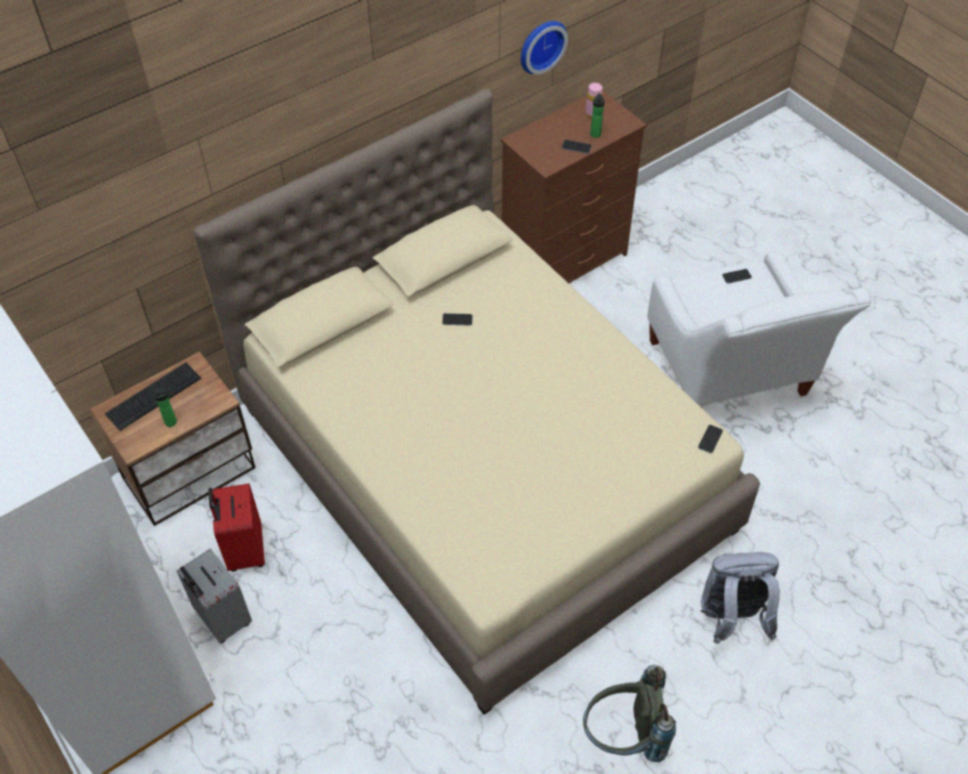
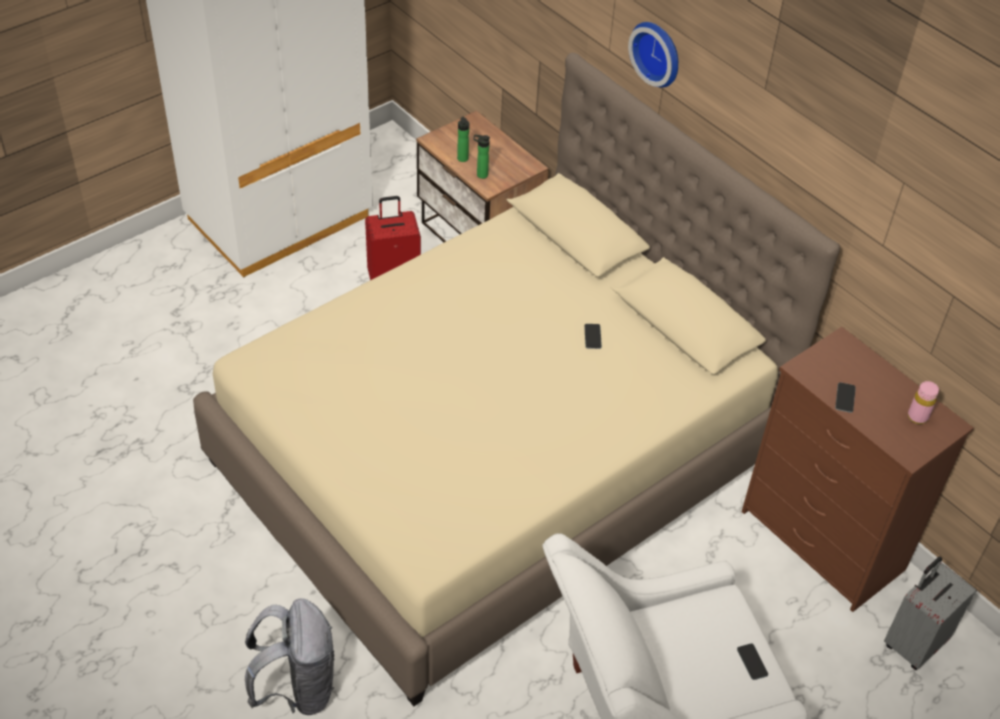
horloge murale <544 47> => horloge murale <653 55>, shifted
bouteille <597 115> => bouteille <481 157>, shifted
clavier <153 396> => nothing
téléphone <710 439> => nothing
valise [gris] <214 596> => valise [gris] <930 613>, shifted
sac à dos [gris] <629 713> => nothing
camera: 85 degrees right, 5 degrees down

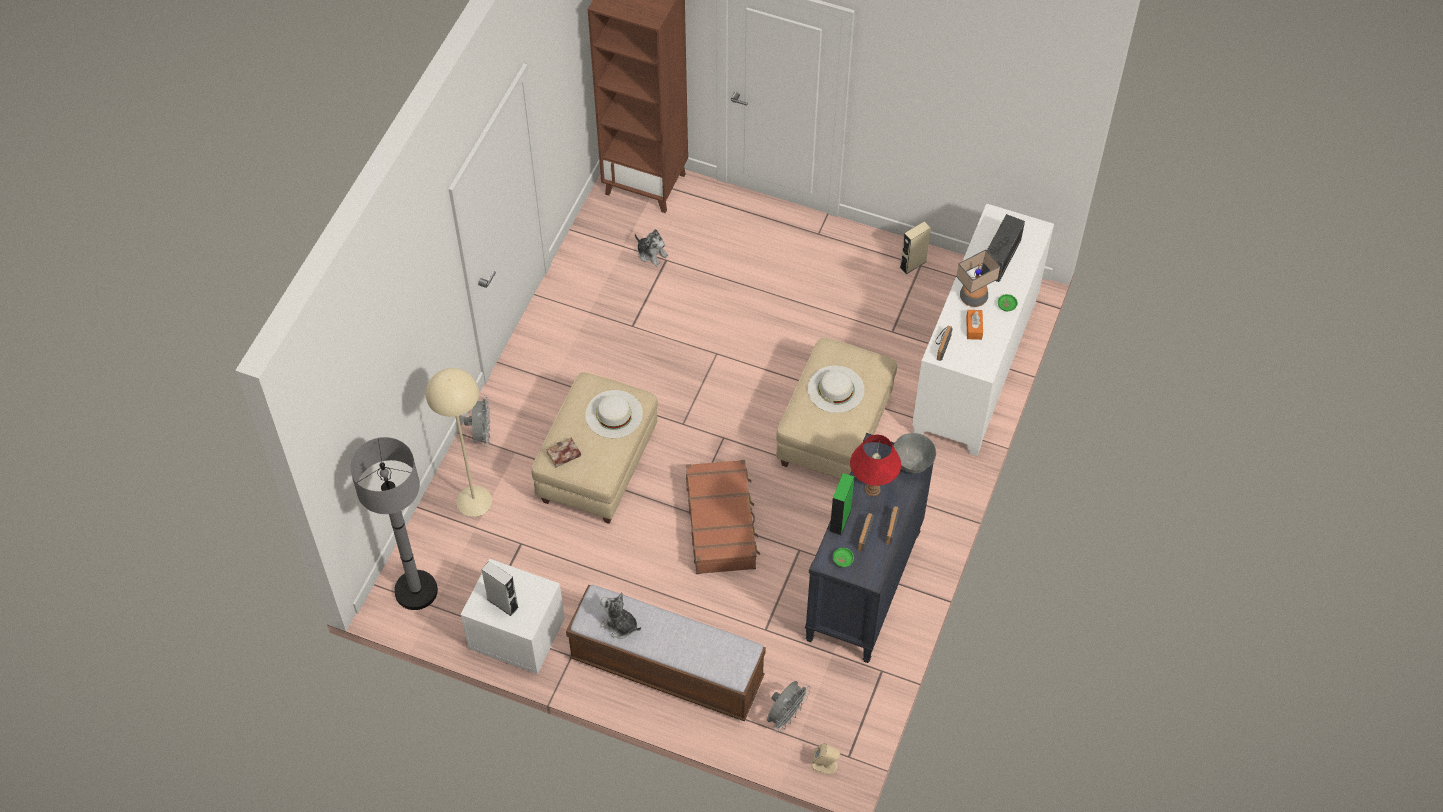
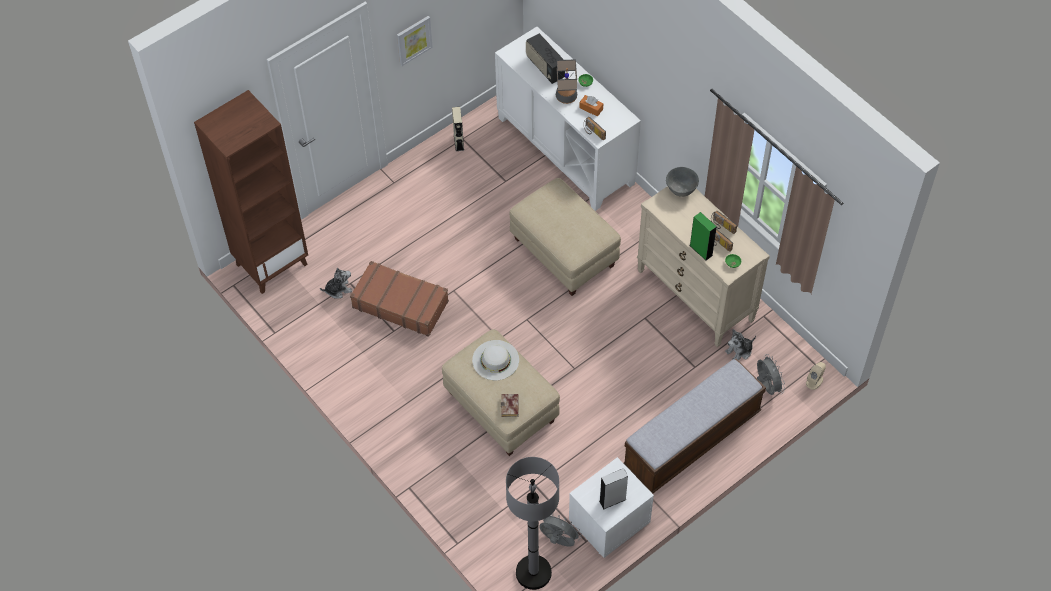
chapeau [blanc] <836 389> => nothing
lampadaire [beige] <459 442> => nothing
ventilateur [gris] <477 421> => ventilateur [gris] <560 530>, shifted
commode [noir] <869 548> => commode [beige] <703 266>
lampe de table [rouge] <875 465> => nothing
valise [marron] <723 517> => valise [marron] <399 299>, shifted
peluche <620 615> => peluche <740 344>, shifted
nothing => tableau <415 41>
camera: 60 degrees left, 0 degrees up

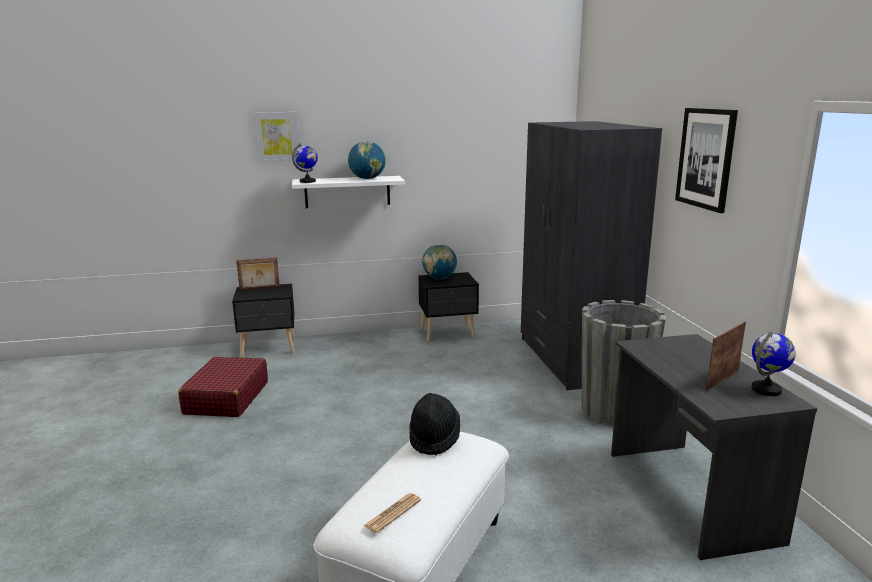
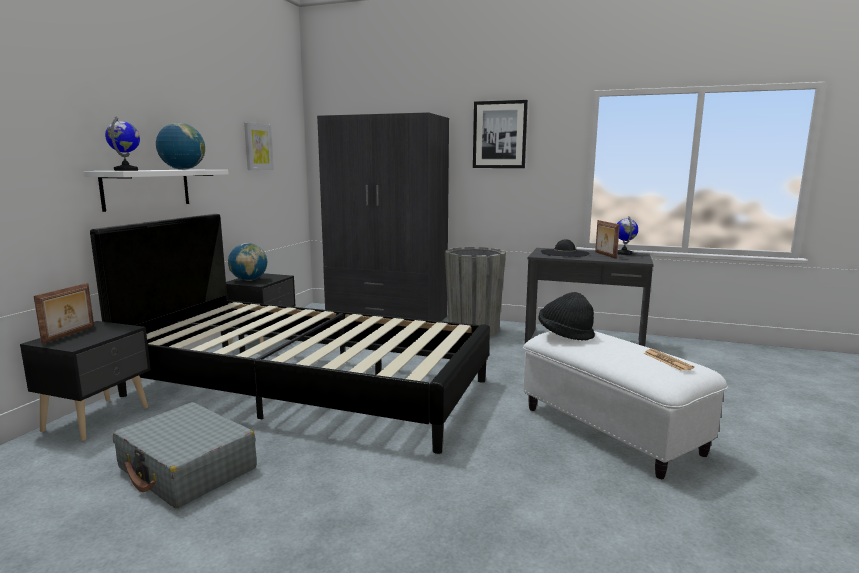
tableau <276 137> => tableau <259 146>, shifted
valise [rouge] <223 387> => valise [gris] <185 455>
nothing => lit [noir] <290 334>
nothing => chapeau [noir] <565 248>
camera: 60 degrees left, 5 degrees down

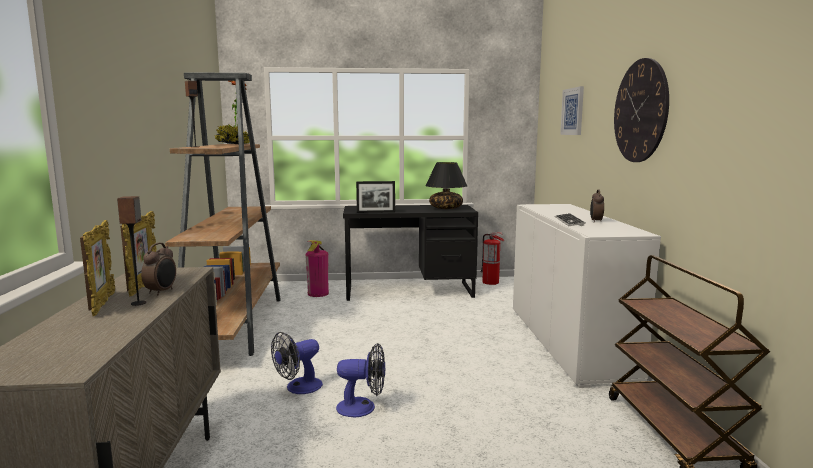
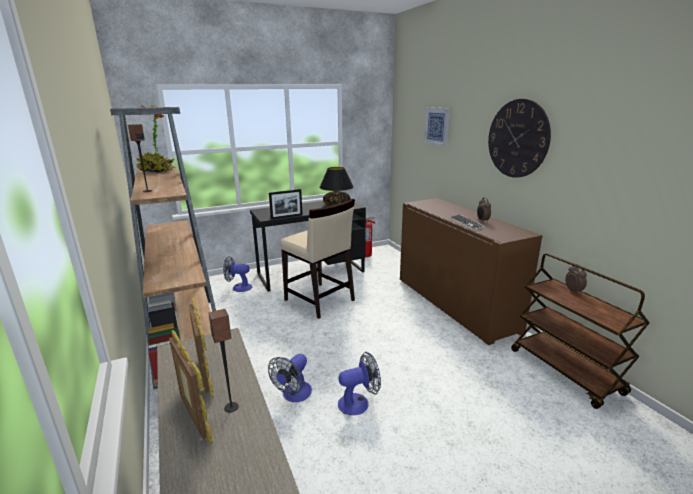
meuble de rangement [blanc] <587 296> => meuble de rangement [marron] <471 271>
extincteur <317 268> => ventilateur <237 274>
réveil <158 269> => réveil <576 279>, shifted
nothing => chaise [beige] <317 259>
camera: 20 degrees left, 10 degrees up

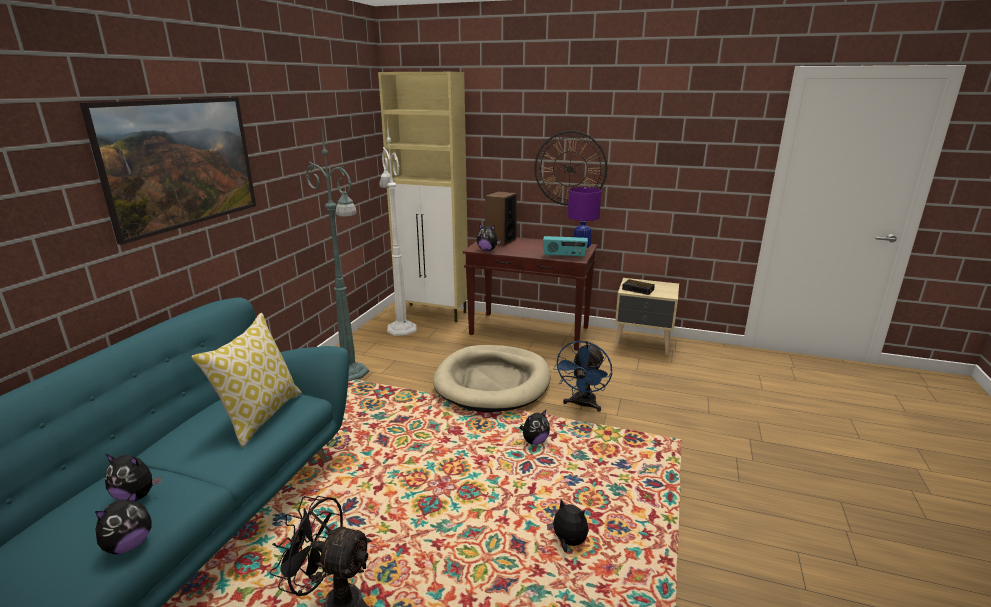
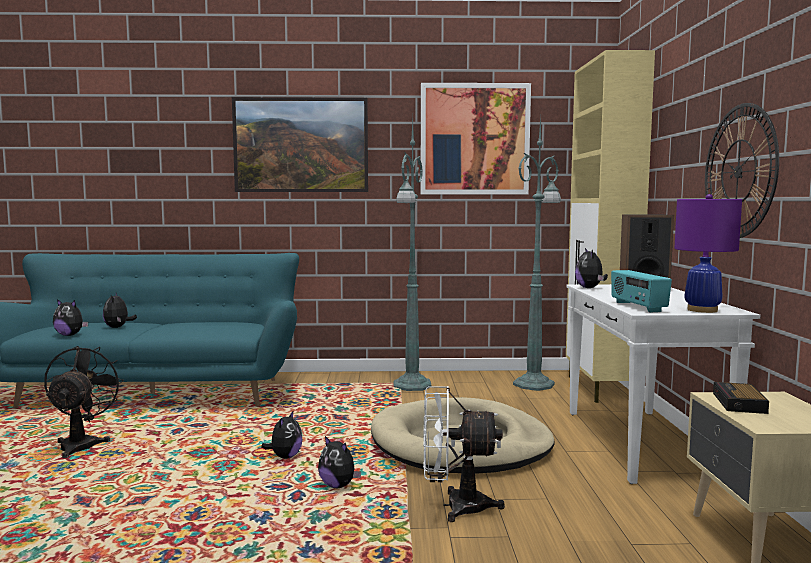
lampadaire [blanc] <398 228> => lampadaire [vert] <537 253>
table console [marron] <530 294> => table console [blanc] <663 384>
coussin <246 380> => nothing
ventilateur [bleu] <582 376> => ventilateur [blanc] <464 454>
peluche <567 525> => peluche <282 434>, shifted
nothing => tableau <475 138>
camera: 70 degrees right, 15 degrees down

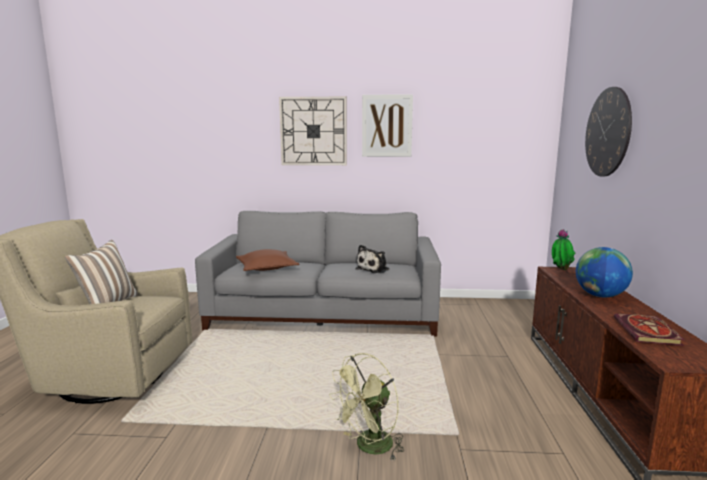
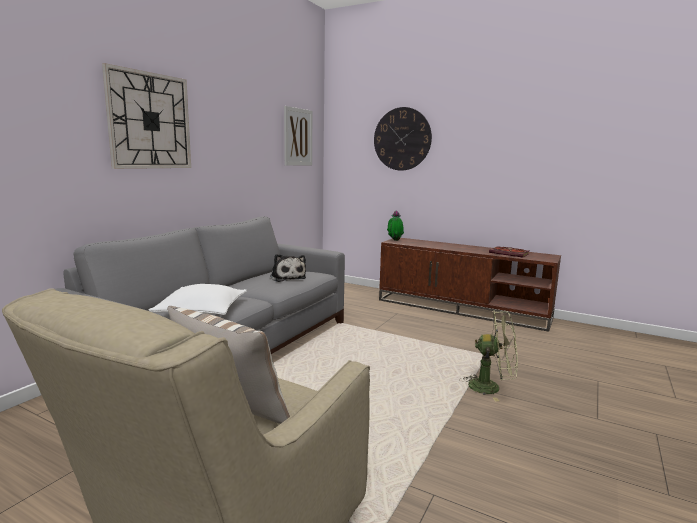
tableau <387 125> => tableau <298 136>, shifted
globe <604 272> => nothing
coussin [marron] <267 260> => coussin [blanc] <198 299>
ventilateur [vert] <366 407> => ventilateur [vert] <490 356>, 60 degrees counterclockwise
camera: 65 degrees left, 0 degrees up

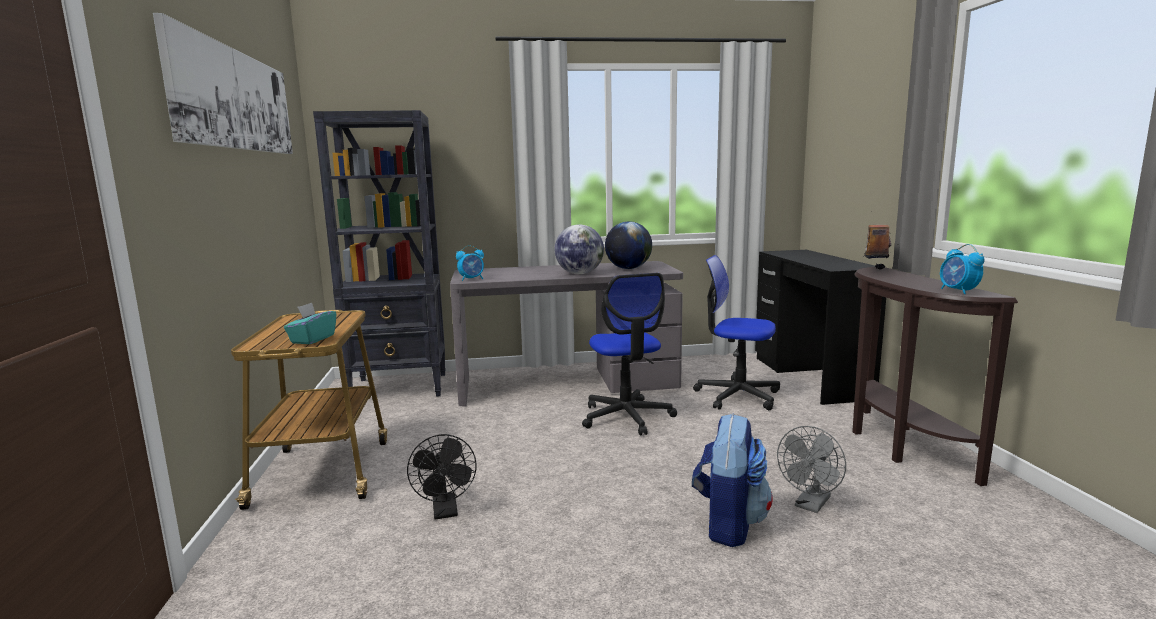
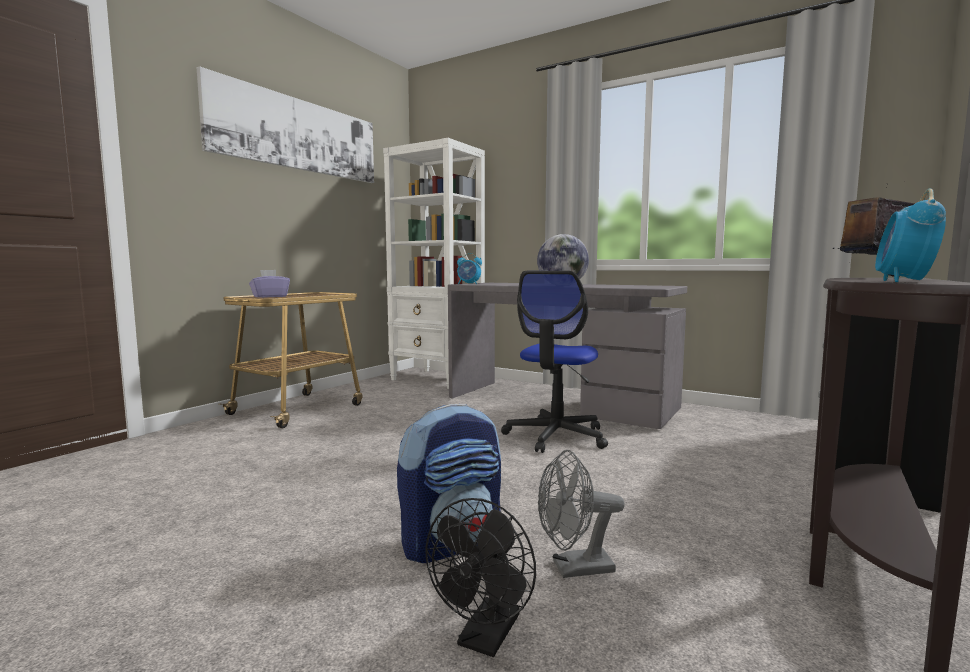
bibliothèque [noir] <379 253> => bibliothèque [blanc] <434 263>
globe <628 245> => nothing
chaise de bureau <736 332> => nothing
boîte à mouchoirs [turquoise] <310 323> => boîte à mouchoirs [violet] <269 284>
ventilateur [noir] <442 477> => ventilateur [noir] <481 577>, shifted
camera: 40 degrees right, 5 degrees down

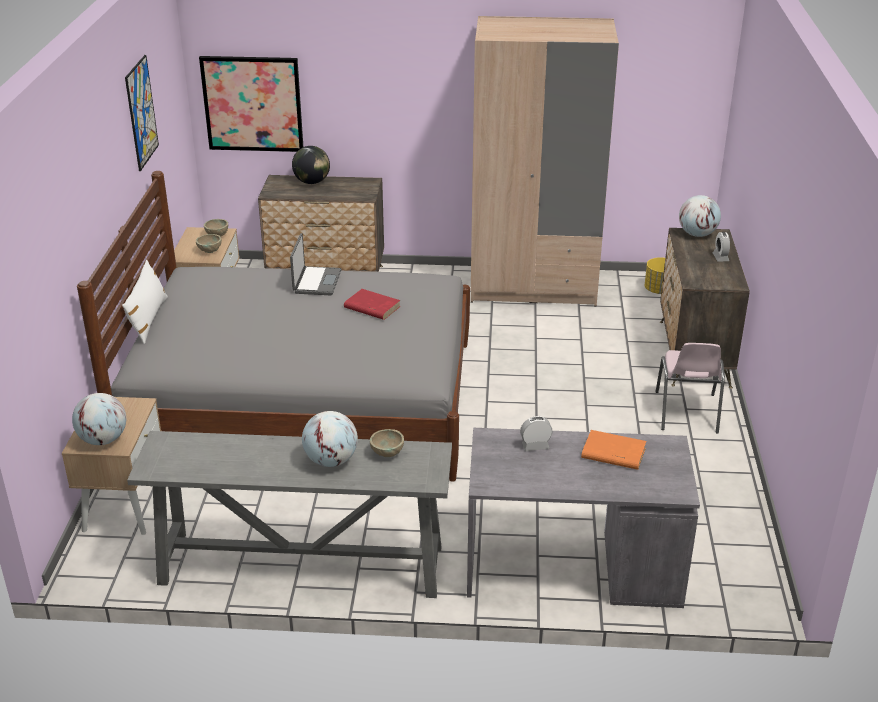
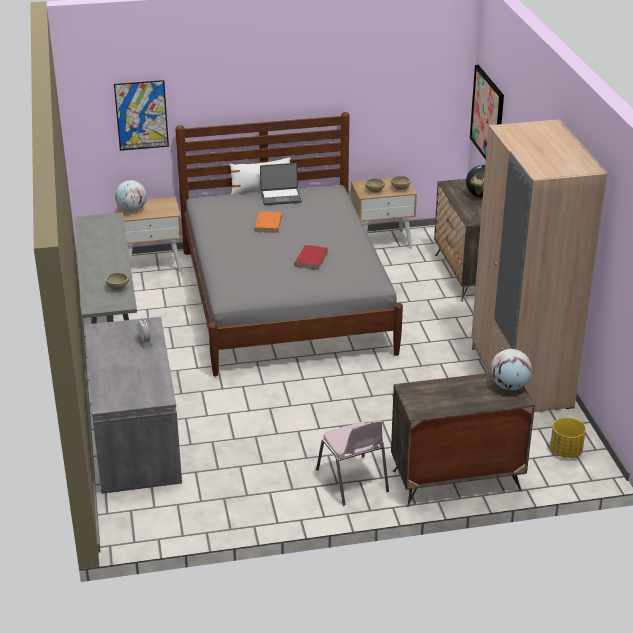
tableau <142 113> => tableau <141 115>, shifted
réveil <721 247> => nothing
ordinateur portable <316 264> => ordinateur portable <281 184>, shifted
chaise [rose] <690 388> => chaise [rose] <352 462>, 105 degrees counterclockwise
globe <330 439> => nothing
livre [orange] <613 450> => livre [orange] <268 222>, shifted
camera: 75 degrees right, 0 degrees up

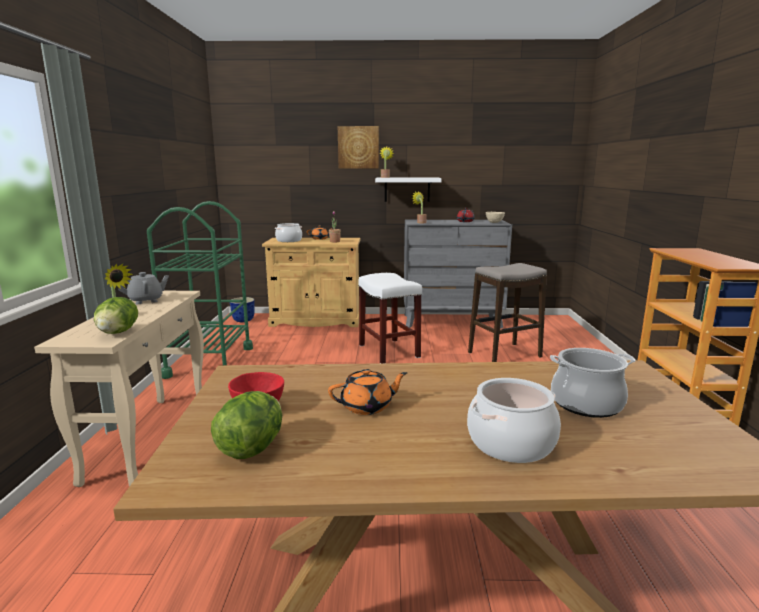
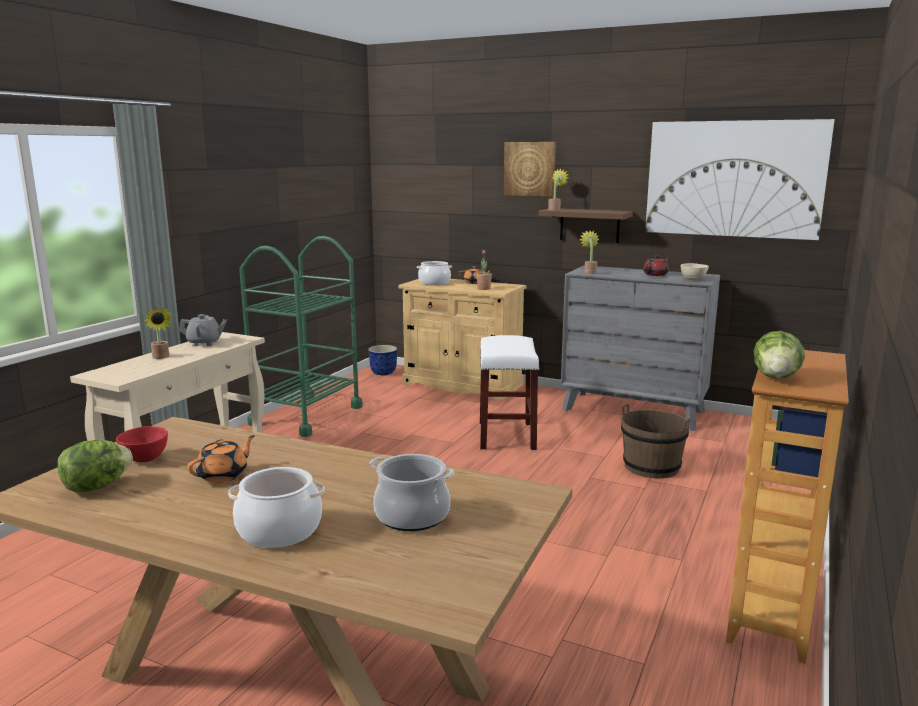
étagère [blanc] <408 190> => étagère [marron] <586 225>
tabouret <507 312> => seau [marron] <656 441>
laitue <116 315> => laitue <779 355>, shifted
théière [orange] <367 392> => théière [orange] <221 459>, 60 degrees counterclockwise
nothing => tableau <740 179>
camera: 25 degrees right, 0 degrees up

